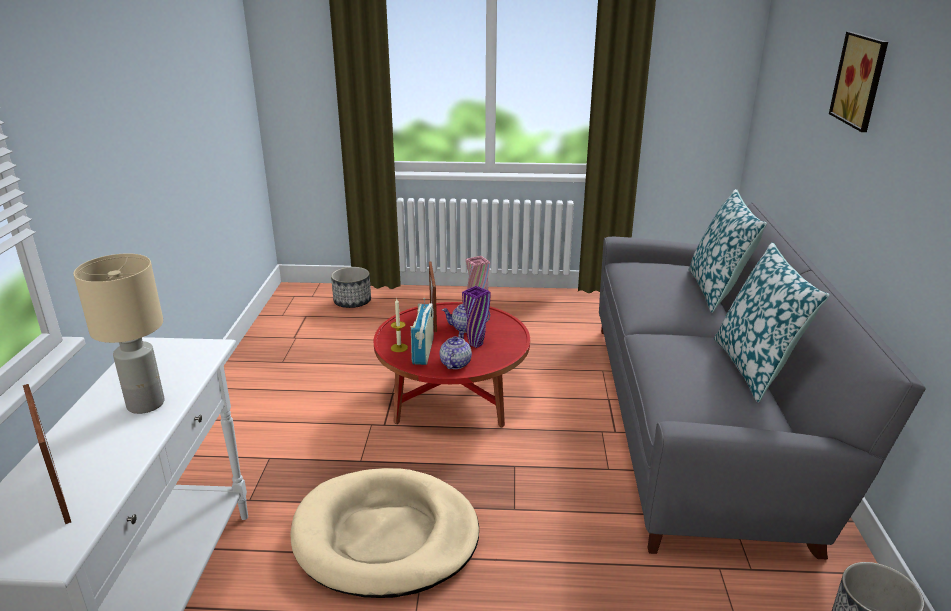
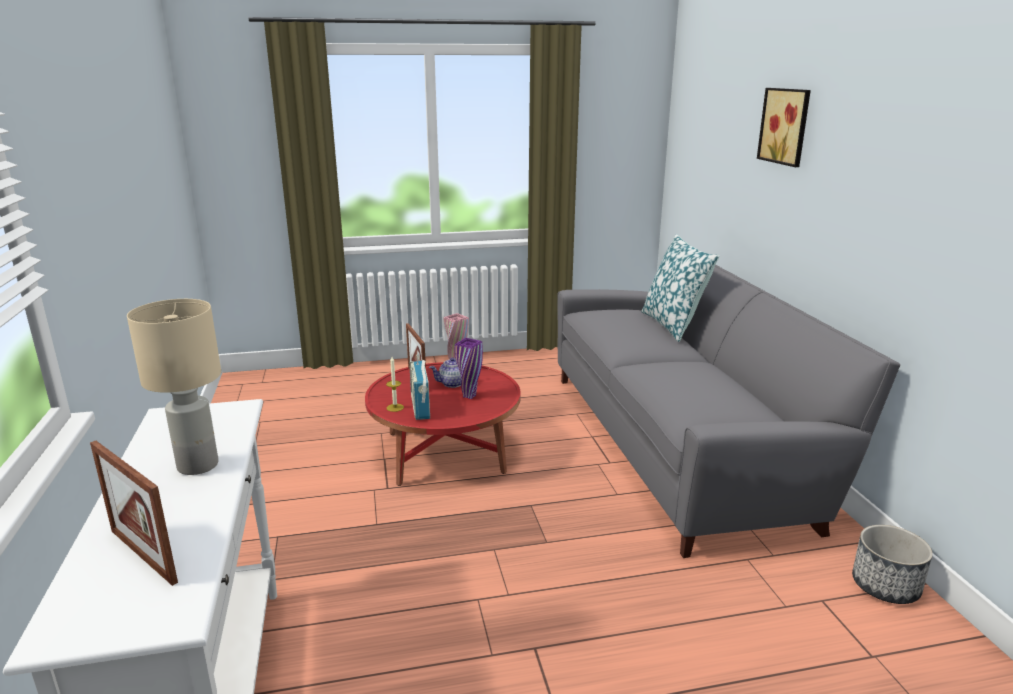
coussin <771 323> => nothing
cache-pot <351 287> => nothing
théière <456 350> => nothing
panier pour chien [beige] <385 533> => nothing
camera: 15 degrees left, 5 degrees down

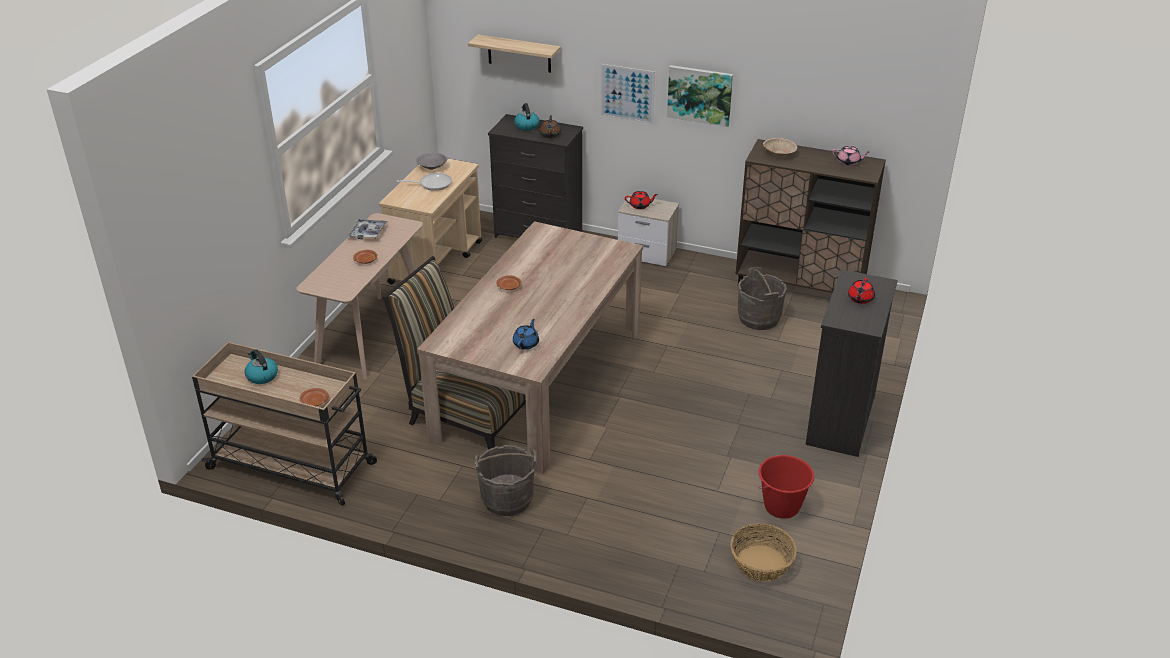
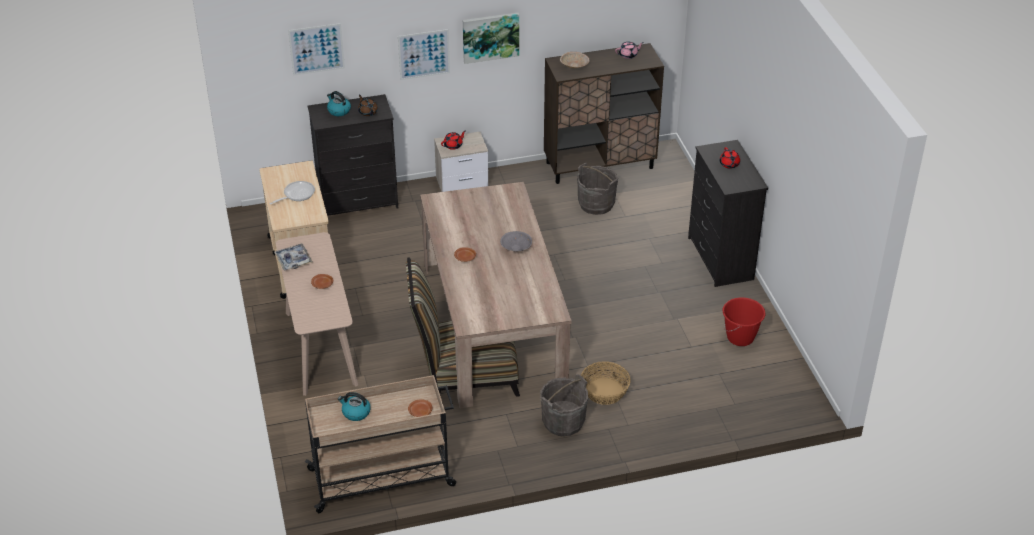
étagère <514 53> => tableau <316 49>
bol [gris] <431 161> => bol [gris] <516 241>, shifted
théière [bleu] <526 334> => nothing
panier <763 552> => panier <606 383>, shifted
camera: 35 degrees left, 5 degrees up

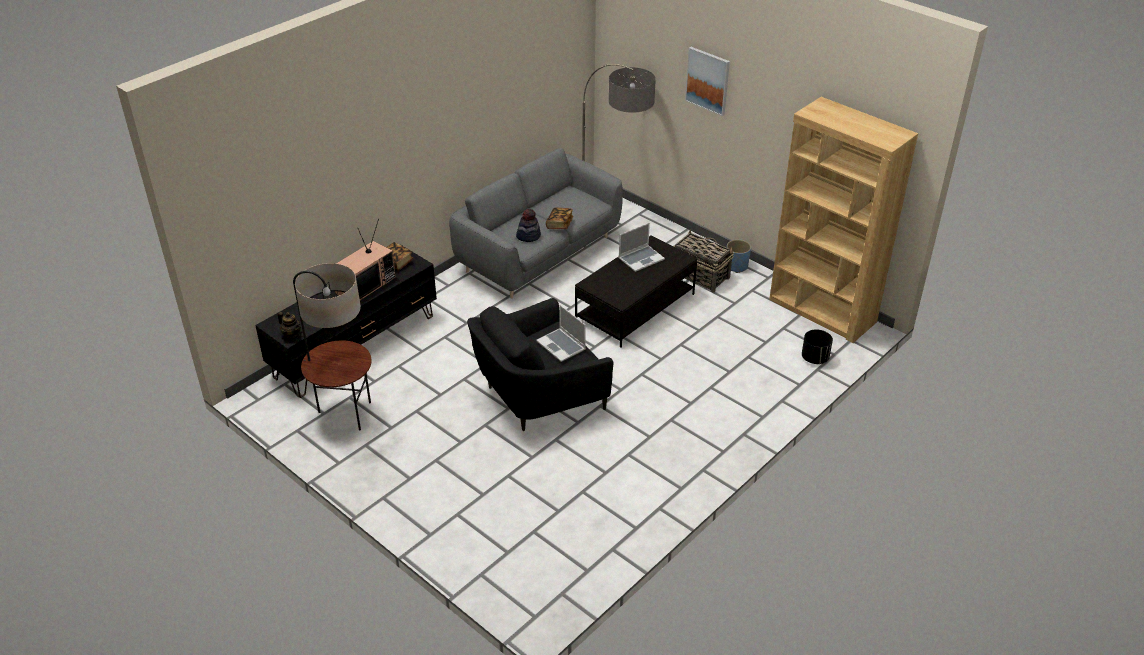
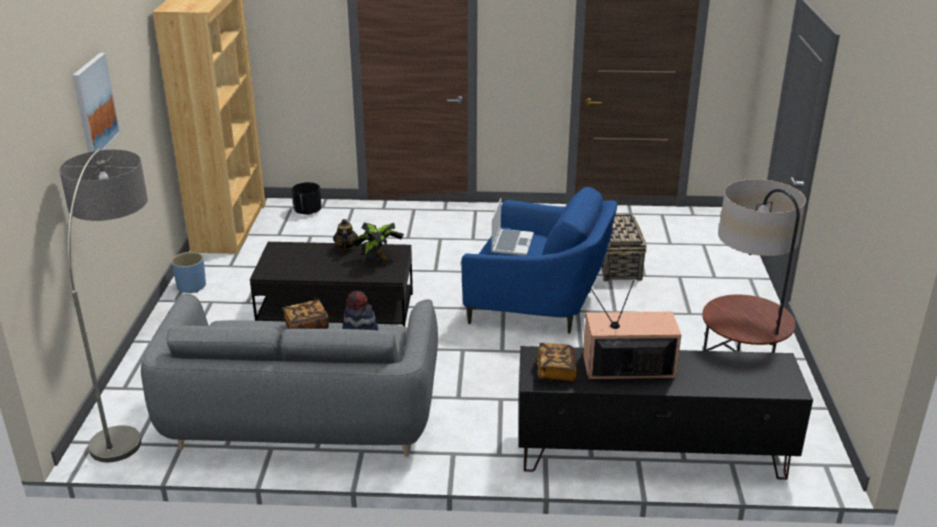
ordinateur portable <642 247> => nothing
panier <704 261> => panier <624 248>, shifted
fauteuil [noir] <540 364> => fauteuil [bleu] <539 260>
théière <289 325> => théière <345 236>, shifted
nothing => plante en pot <377 241>
camera: 130 degrees left, 10 degrees down

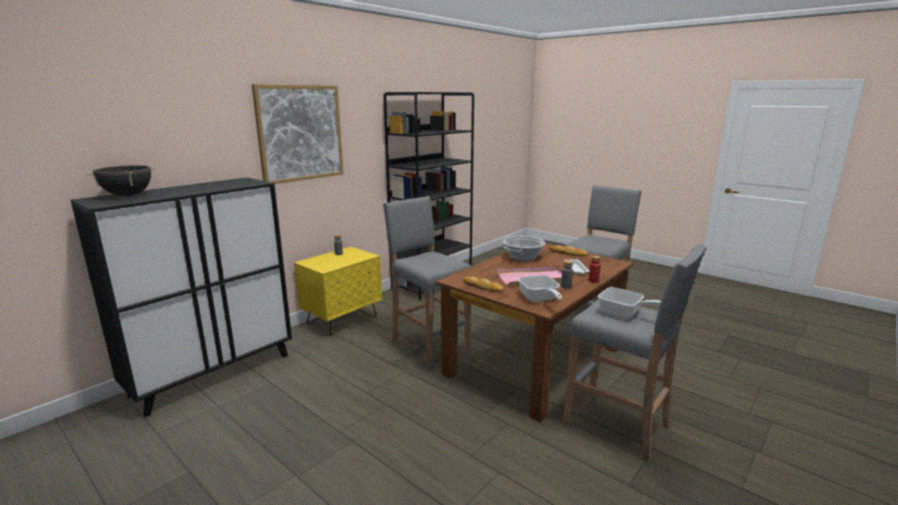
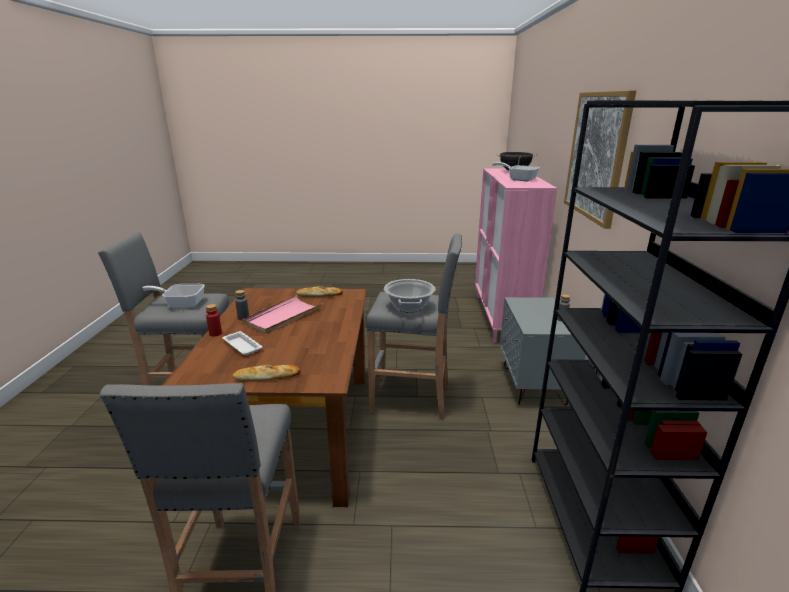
meuble de rangement [noir] <181 297> => meuble de rangement [rose] <516 255>
marmite <524 248> => marmite <409 296>, shifted
table de chevet [jaune] <338 291> => table de chevet [gris] <543 351>
poêle <540 288> => poêle <516 171>, shifted
camera: 140 degrees right, 5 degrees up

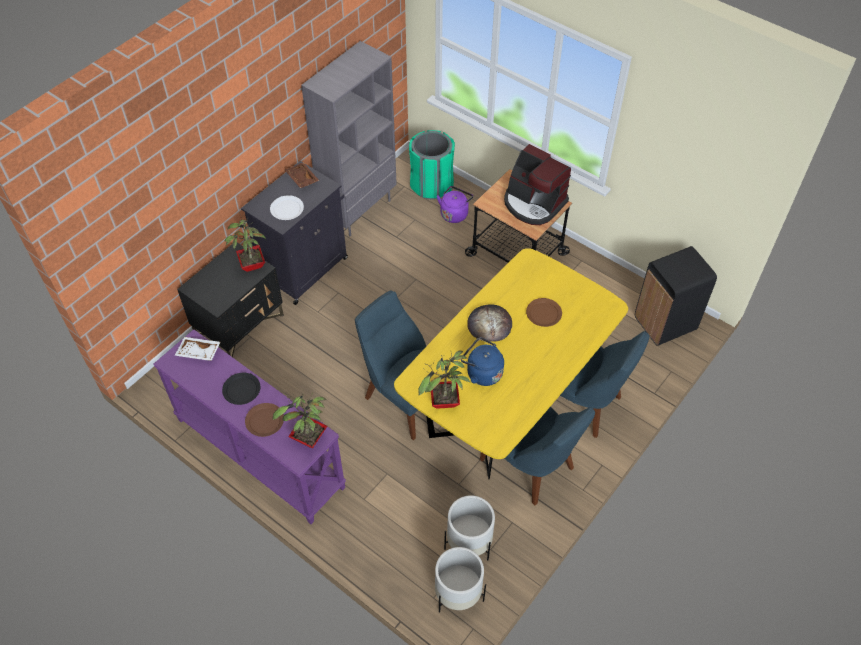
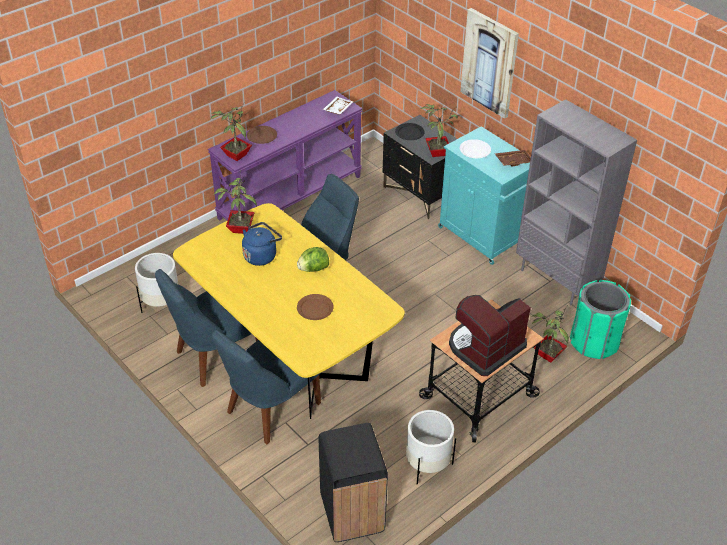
meuble de rangement [noir] <294 233> => meuble de rangement [turquoise] <484 195>
bouilloire [violet] <455 204> => plante en pot <550 334>
pain <489 323> => laitue <313 259>
assiette [noir] <241 389> => assiette [noir] <410 131>, shifted
cache-pot [blanc] <460 580> => cache-pot [blanc] <431 447>, shifted
nothing => tableau <489 63>
camera: 100 degrees right, 10 degrees down

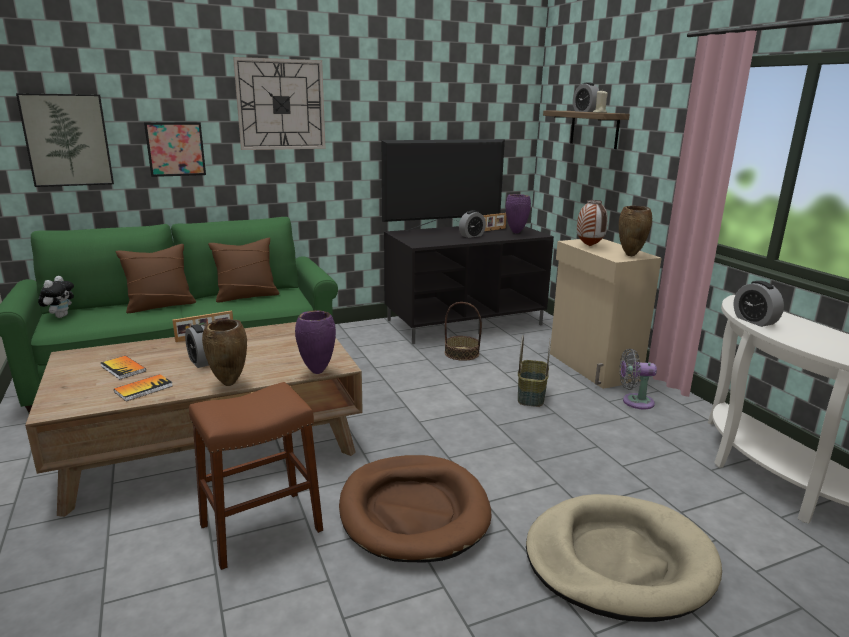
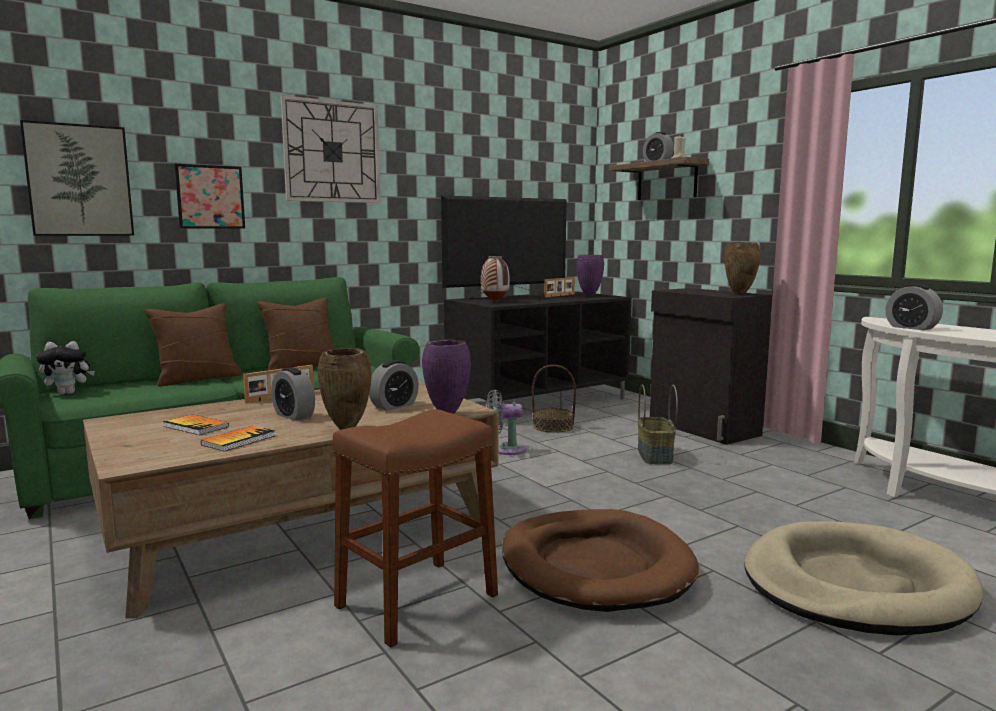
vase <592 223> => vase <495 278>, shifted
réveil <472 224> => réveil <394 385>, shifted
meuble de rangement [beige] <606 314> => meuble de rangement [noir] <711 366>
peluche <56 297> => peluche <65 367>, 75 degrees clockwise
ventilateur [gris] <638 379> => ventilateur [gris] <506 422>, shifted
camera: 10 degrees left, 10 degrees down

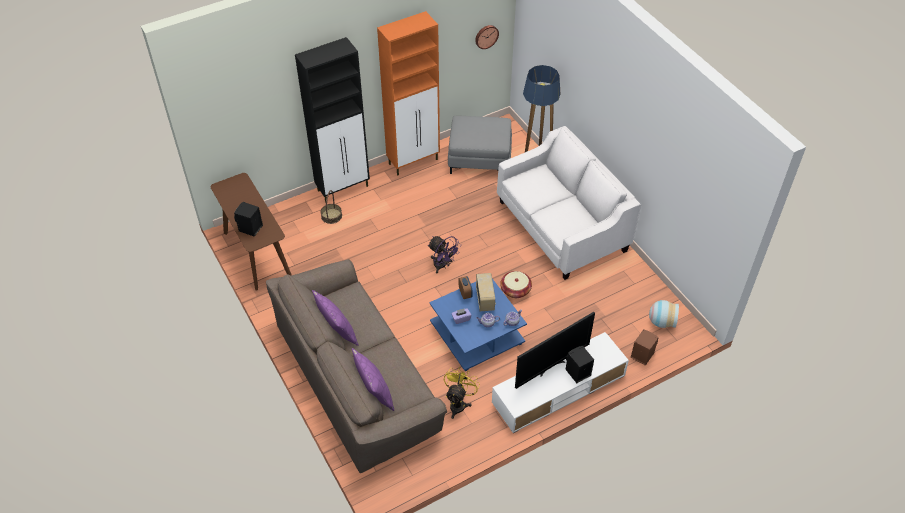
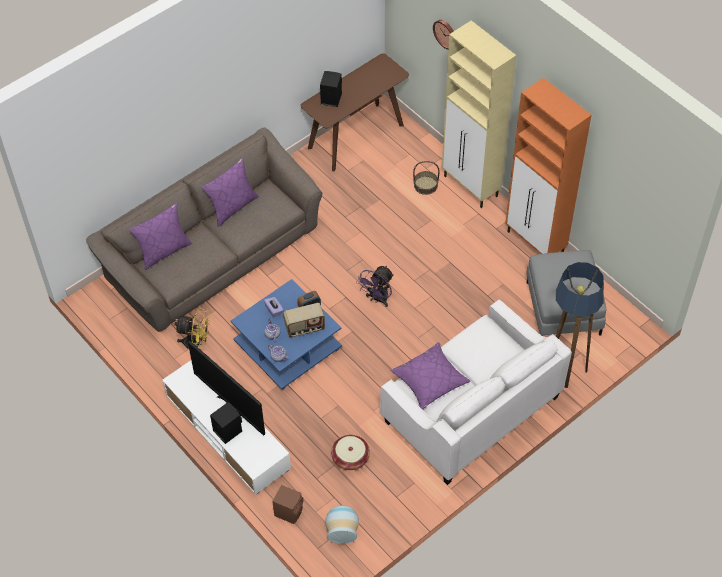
horloge murale <487 37> => horloge murale <443 35>, shifted
meuble de rangement [noir] <332 120> => meuble de rangement [beige] <479 114>
panier <516 284> => panier <350 452>, shifted
nothing => coussin [violet] <430 376>
camera: 80 degrees right, 5 degrees up

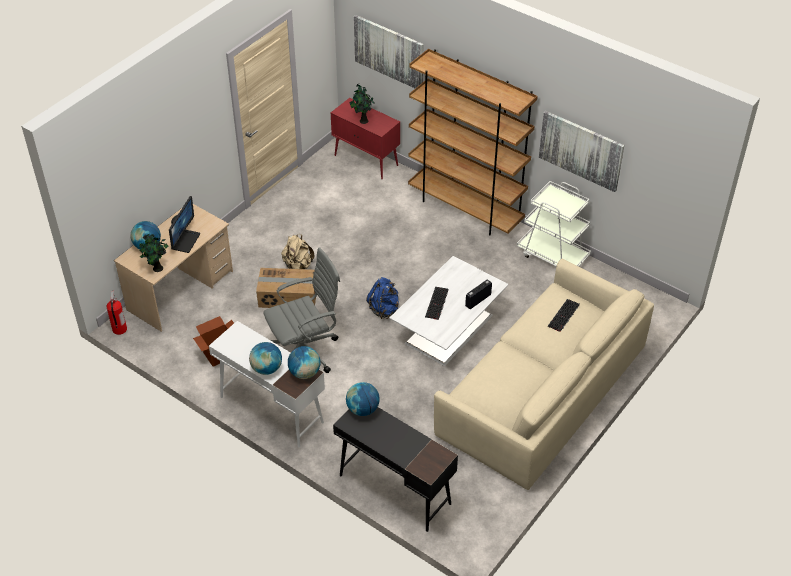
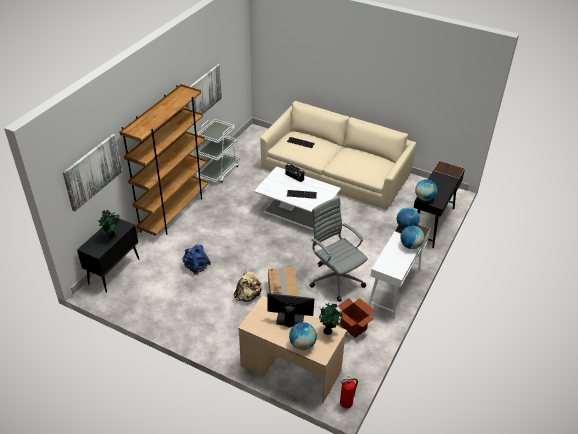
meuble de rangement [rouge] <365 138> => meuble de rangement [noir] <108 255>
sac à dos [bleu] <382 298> => sac à dos [bleu] <196 259>, shifted
camera: 100 degrees left, 5 degrees down

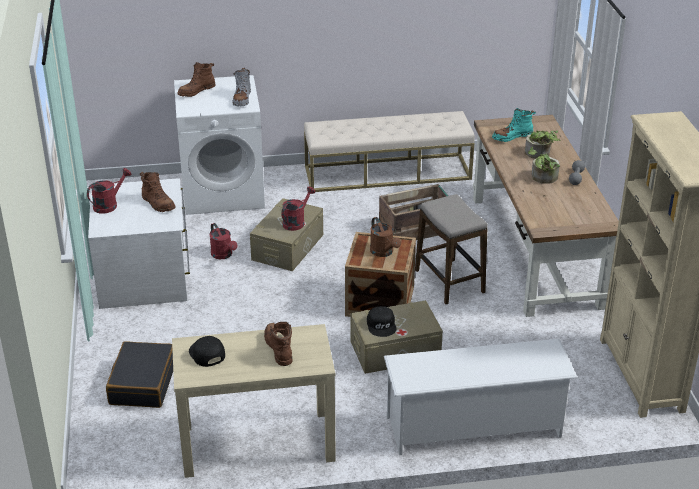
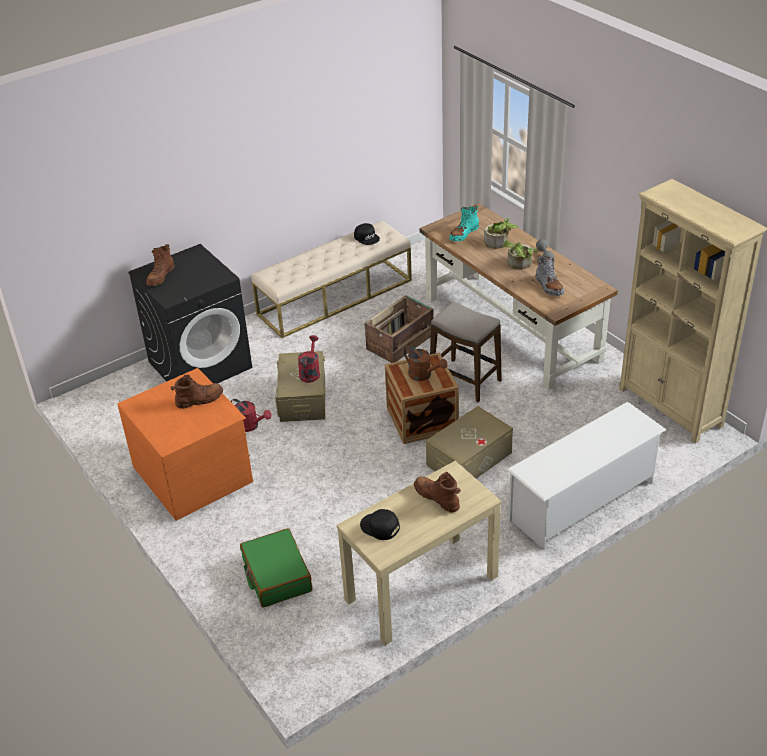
botte [gris] <242 87> => botte [gris] <550 275>, shifted
lave-linge [blanc] <219 145> => lave-linge [noir] <190 314>
arrosoir [rouge] <109 191> => nothing
botte [marron] <158 192> => botte [marron] <197 392>, 45 degrees counterclockwise
commode [blanc] <139 243> => commode [orange] <185 444>
casquette [noir] <382 321> => casquette [noir] <367 234>, shifted
valise [noir] <139 374> => valise [vert] <276 568>
camera: 25 degrees left, 5 degrees up

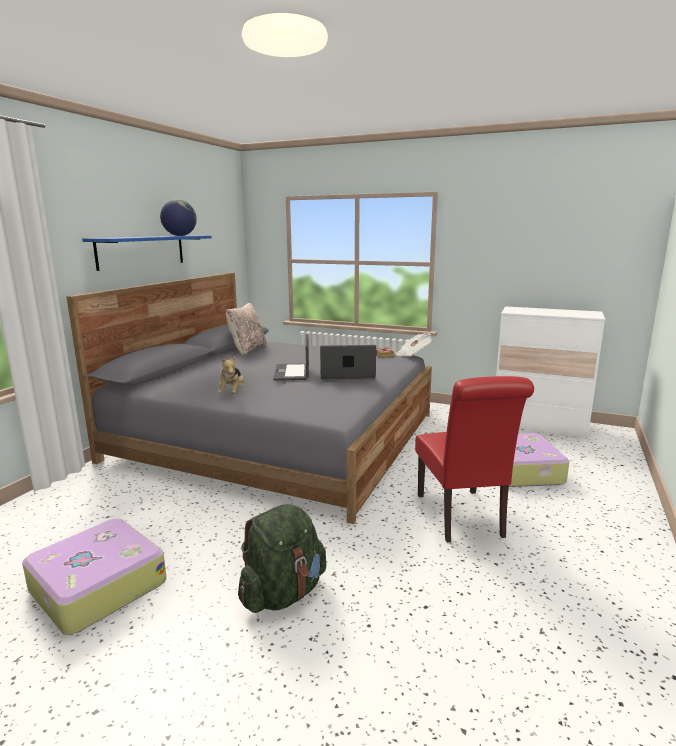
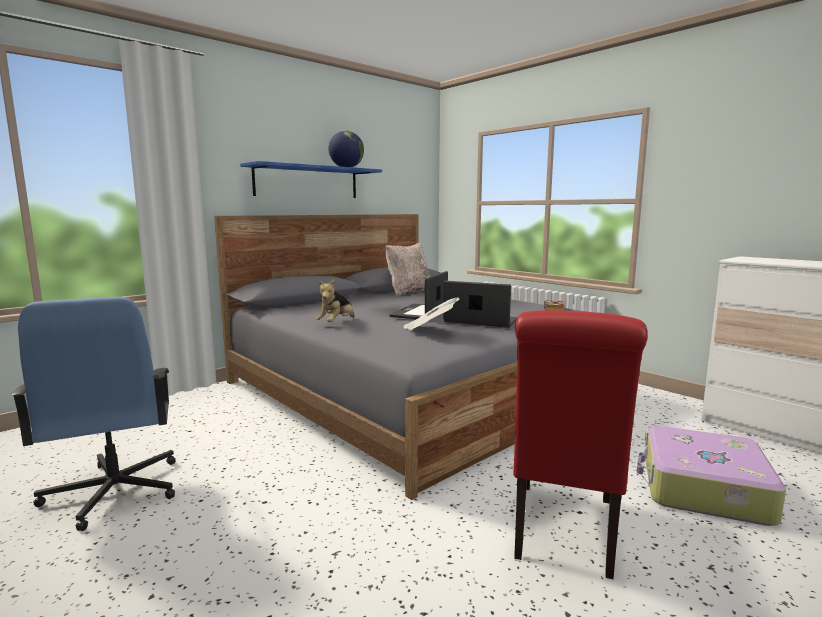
journal <413 344> => journal <431 314>, shifted
sac à dos [vert] <282 558> => nothing
valise <94 577> => chaise de bureau [bleu] <93 414>
camera: 25 degrees right, 5 degrees down

